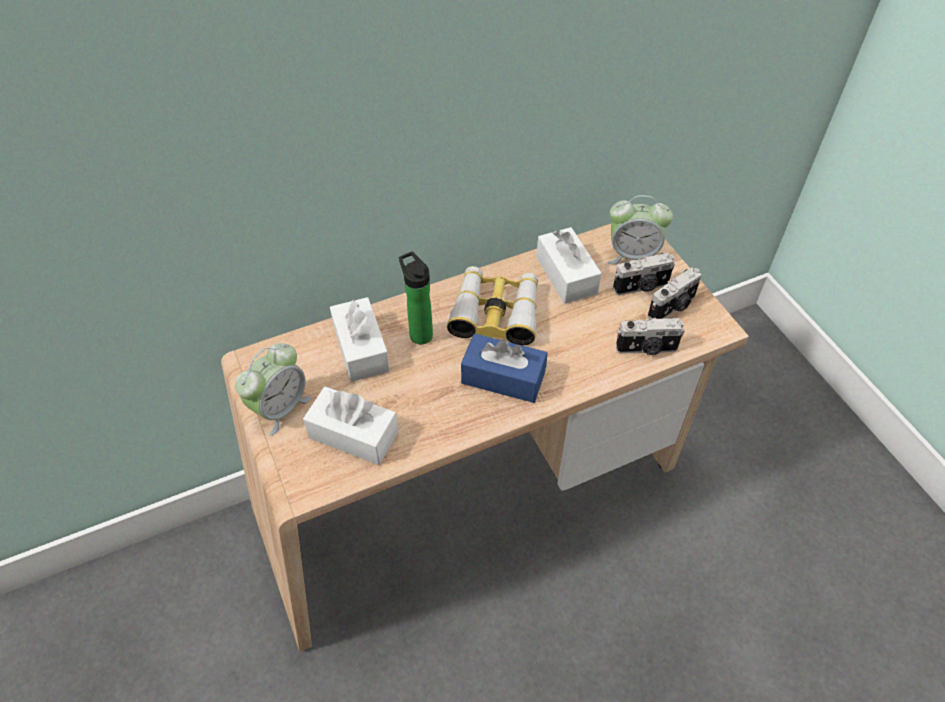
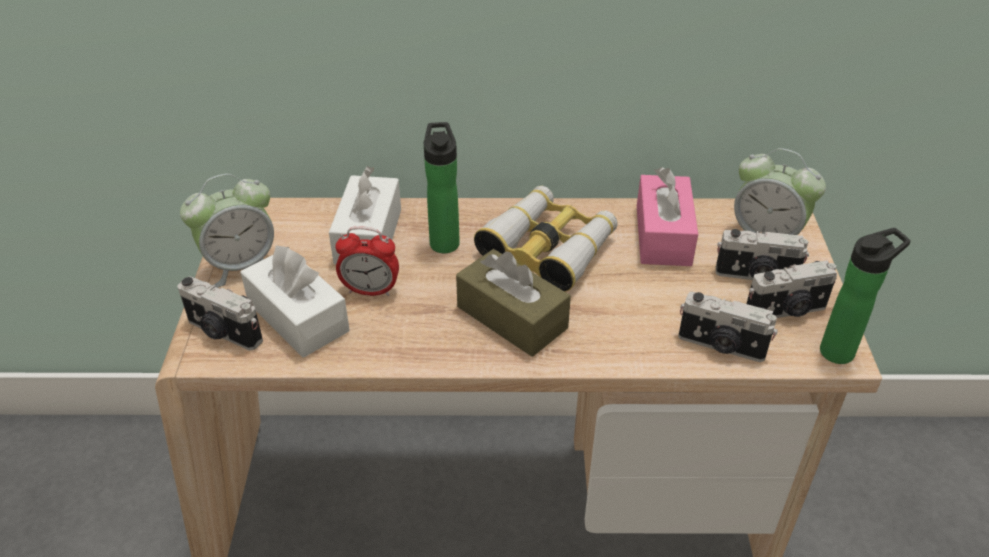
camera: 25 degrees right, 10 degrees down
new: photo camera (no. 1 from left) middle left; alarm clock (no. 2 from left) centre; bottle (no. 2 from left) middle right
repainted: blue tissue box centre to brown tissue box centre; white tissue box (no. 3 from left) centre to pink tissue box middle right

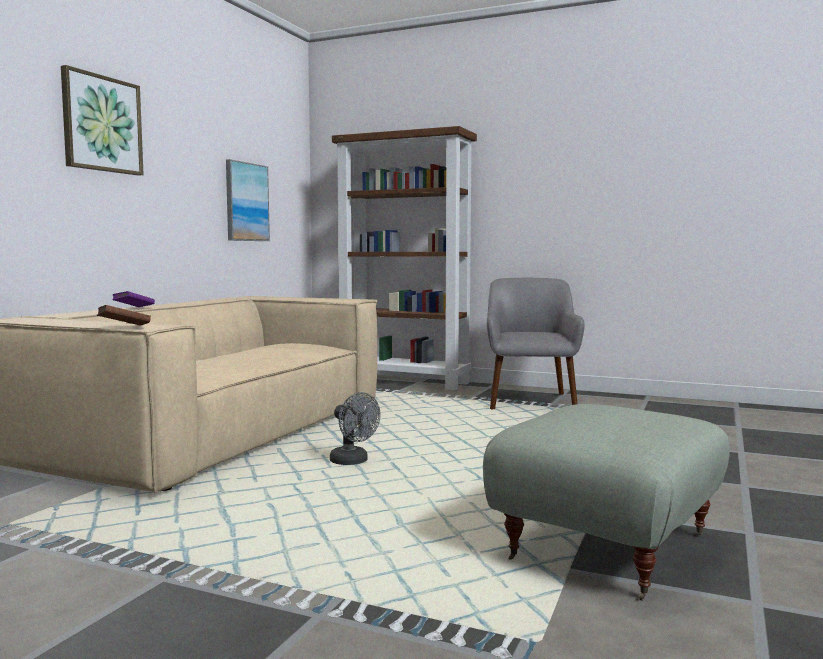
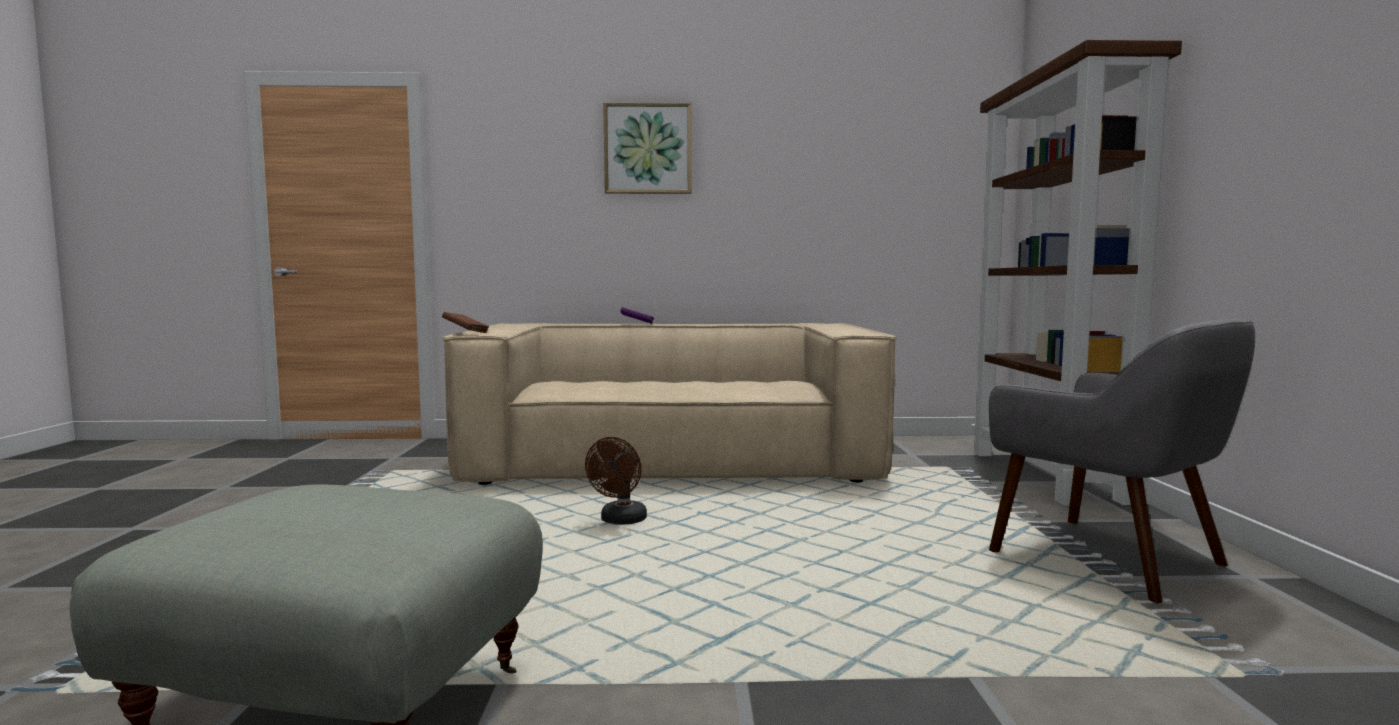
camera: 65 degrees right, 0 degrees up
gone: picture (no. 2 from left) top left
repainted: grey fan centre to brown fan centre
rotated: grey armchair centre = middle right 75 degrees clockwise

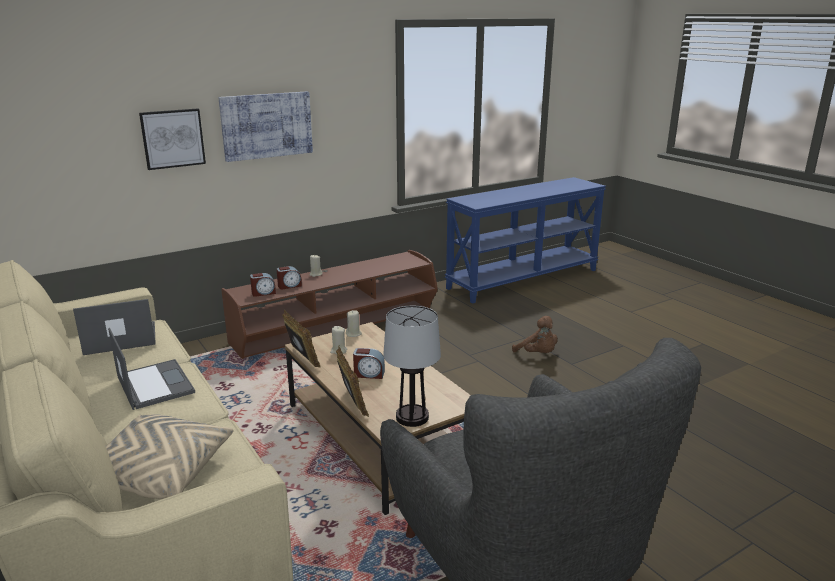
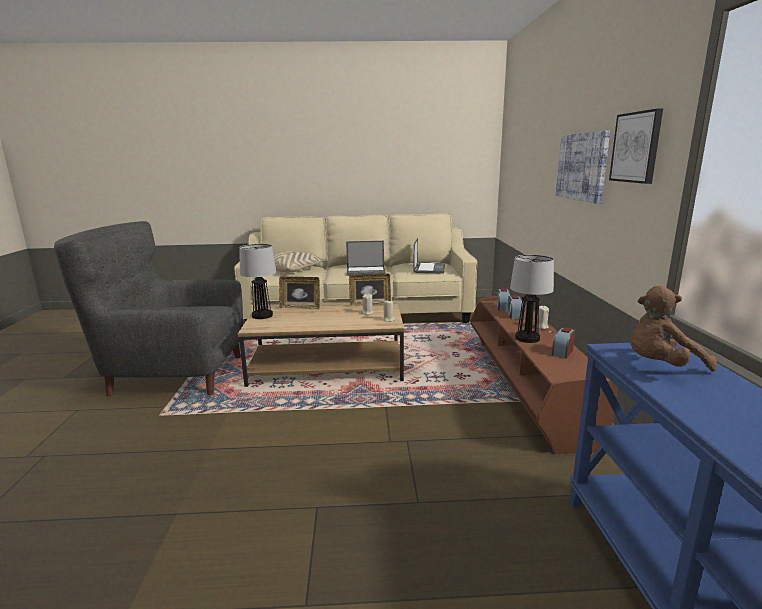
camera: 120 degrees right, 5 degrees down
new: table lamp (no. 2 from left) middle right
shifted: picture (no. 1 from left in the first image) top left to picture (no. 2 from left) top right; alarm clock (no. 3 from left) centre to middle right; brown plush toy centre to middle right

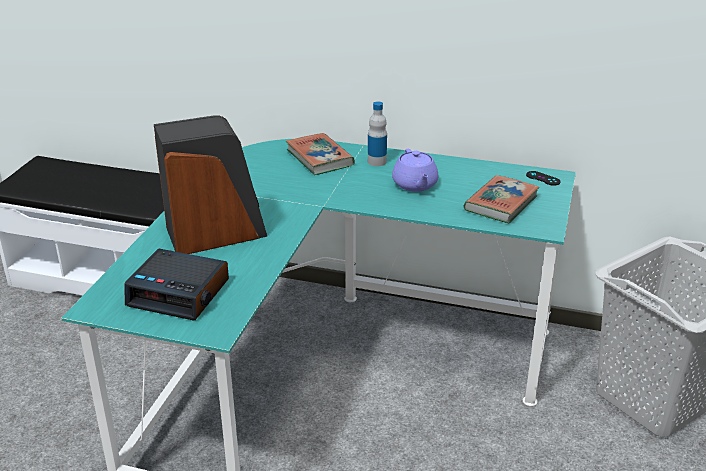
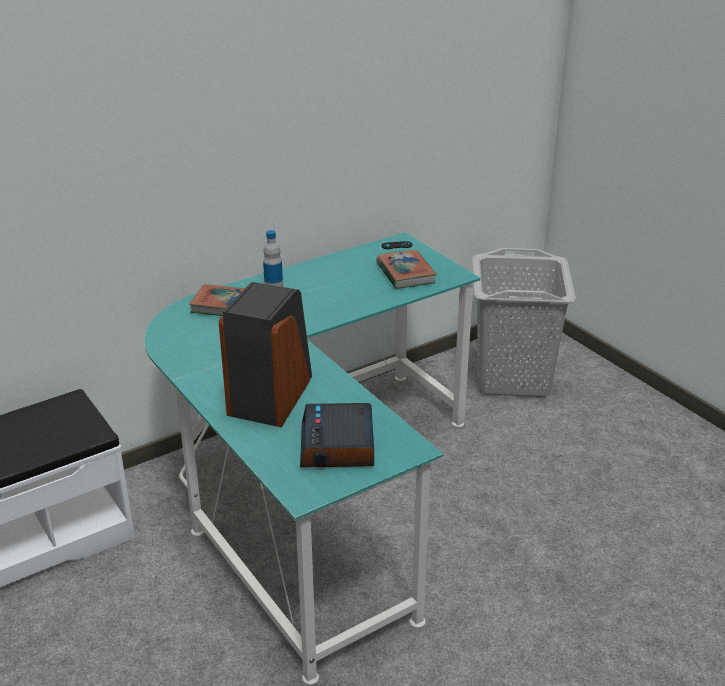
camera: 50 degrees left, 0 degrees up
gone: purple teapot centre
rotated: alarm clock middle left = centre 120 degrees clockwise

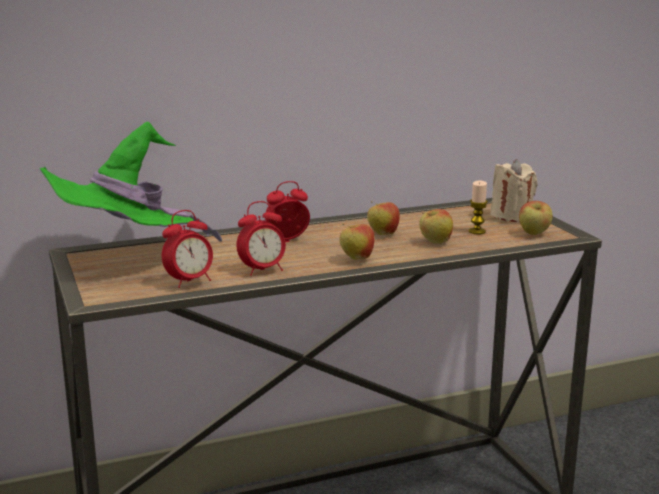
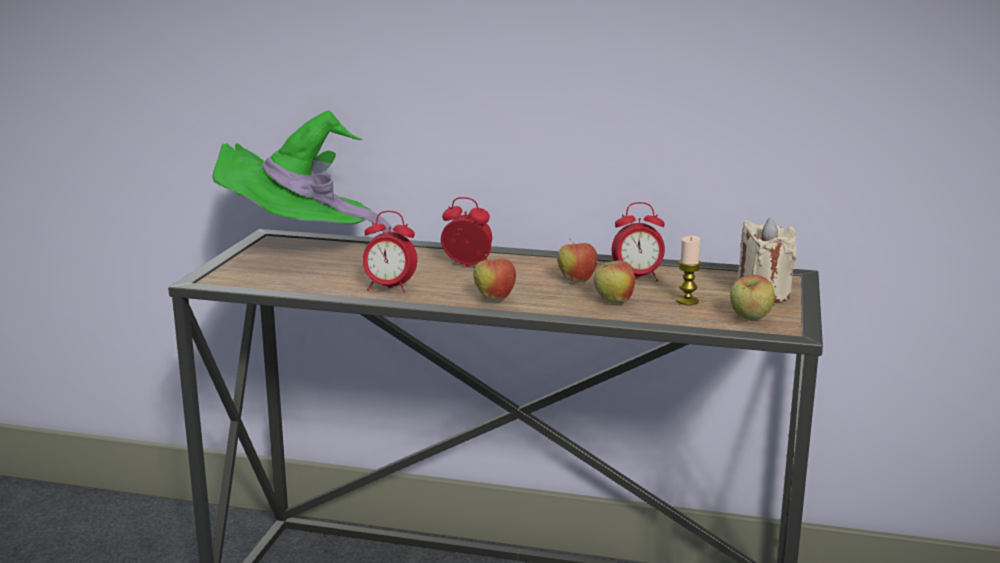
camera: 35 degrees right, 0 degrees up
shifted: alarm clock (no. 1 from left in the first image) middle left to alarm clock (no. 3 from left) centre

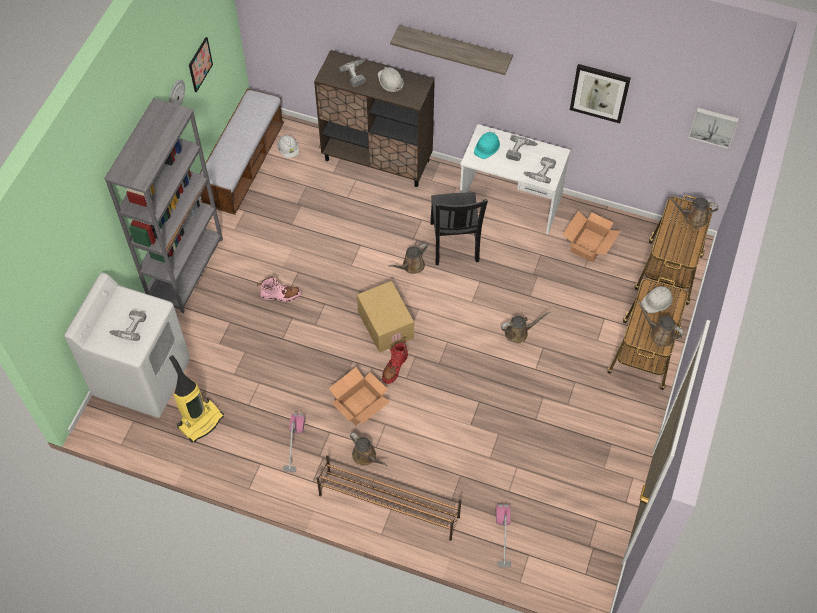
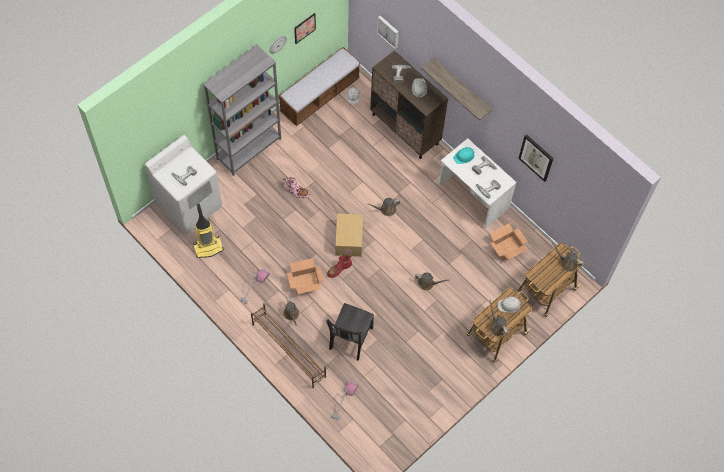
camera: 25 degrees right, 5 degrees up
shifted: black chair centre to bottom centre; picture (no. 3 from left in the first image) top right to picture (no. 2 from left) top centre

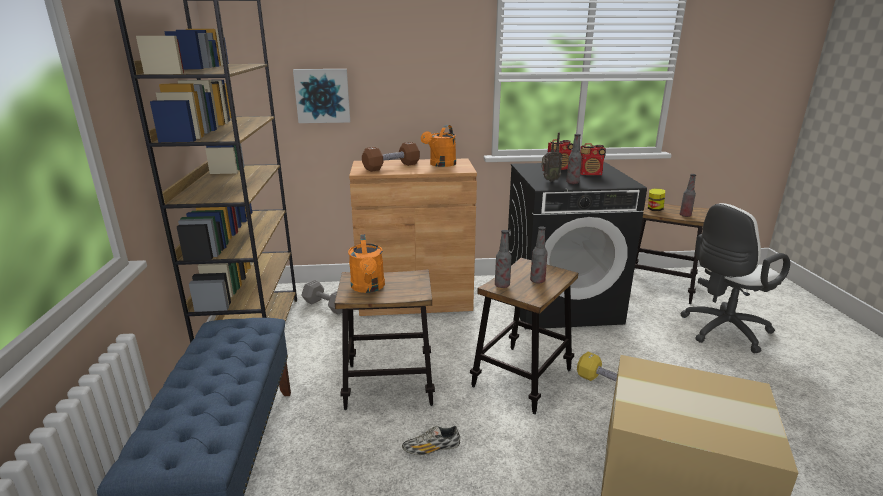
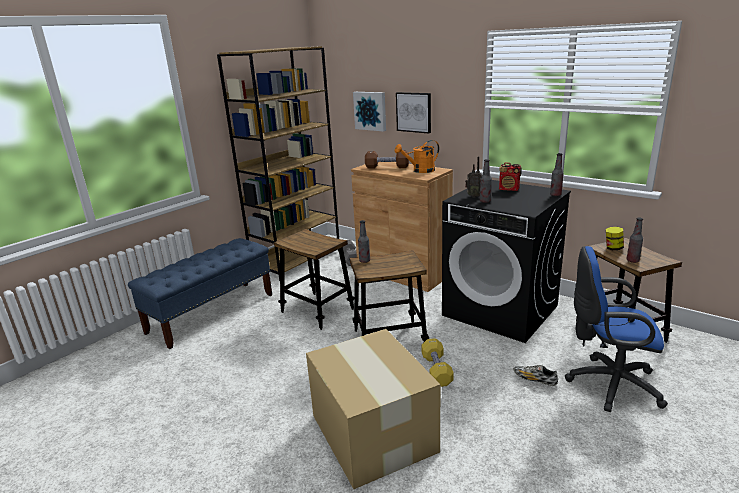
camera: 45 degrees right, 0 degrees up
gone: orange watering can (no. 1 from left) centre; radio (no. 3 from left) top right
new: picture (no. 2 from left) top centre
shifted: shoe bottom centre to bottom right; bottle (no. 2 from left in the first image) centre to bottle (no. 3 from left) middle right
repainted: white office chair middle right to blue office chair bottom right

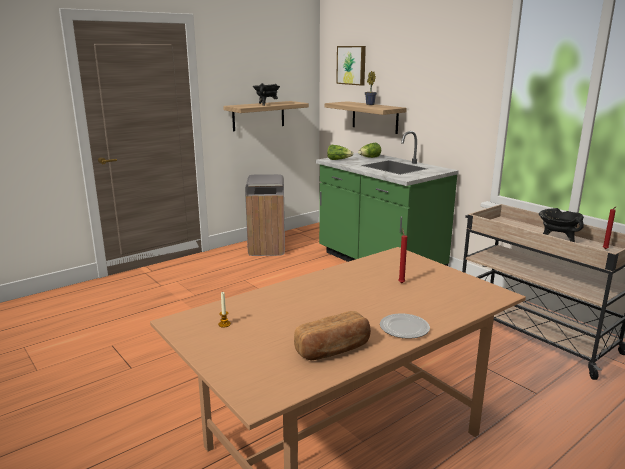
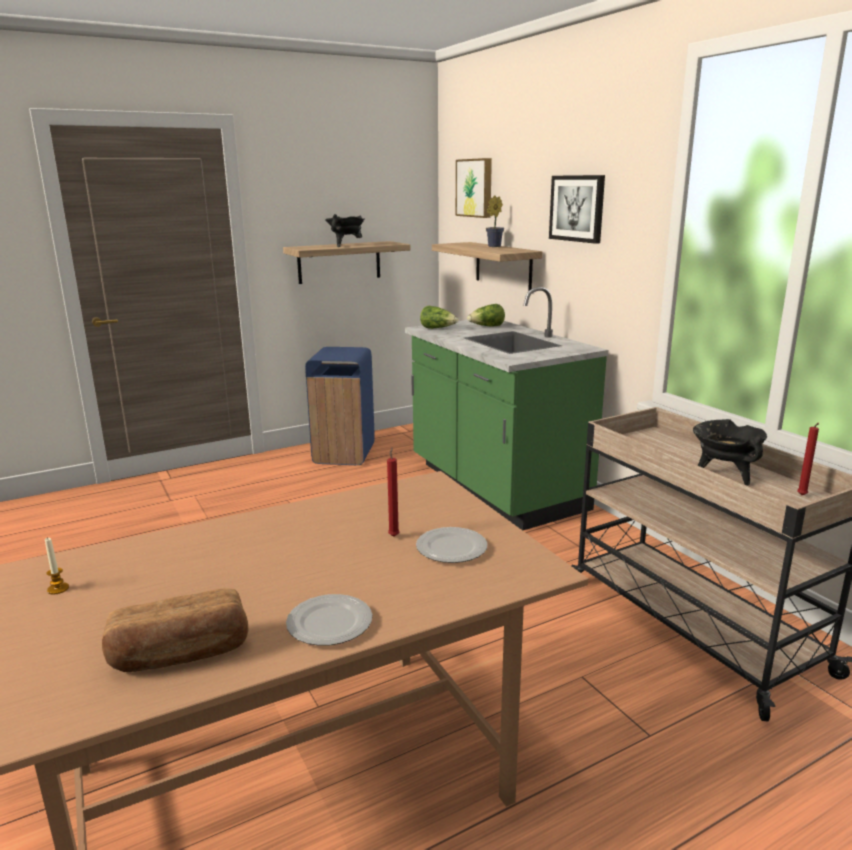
camera: 10 degrees right, 0 degrees up
new: plate (no. 2 from left) centre; picture (no. 2 from left) top right
repainted: grey trash can centre to blue trash can centre

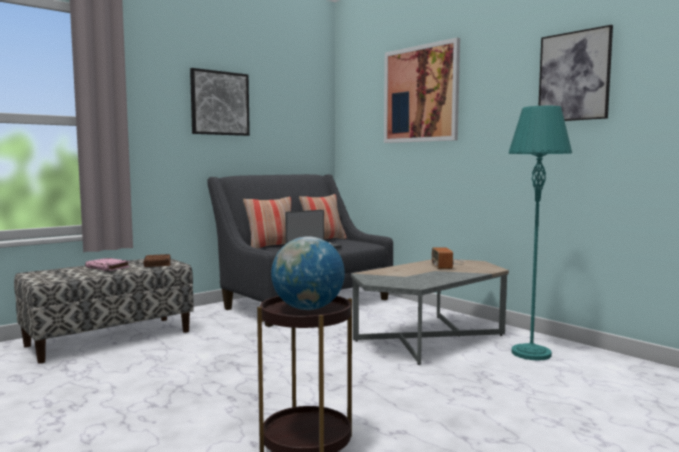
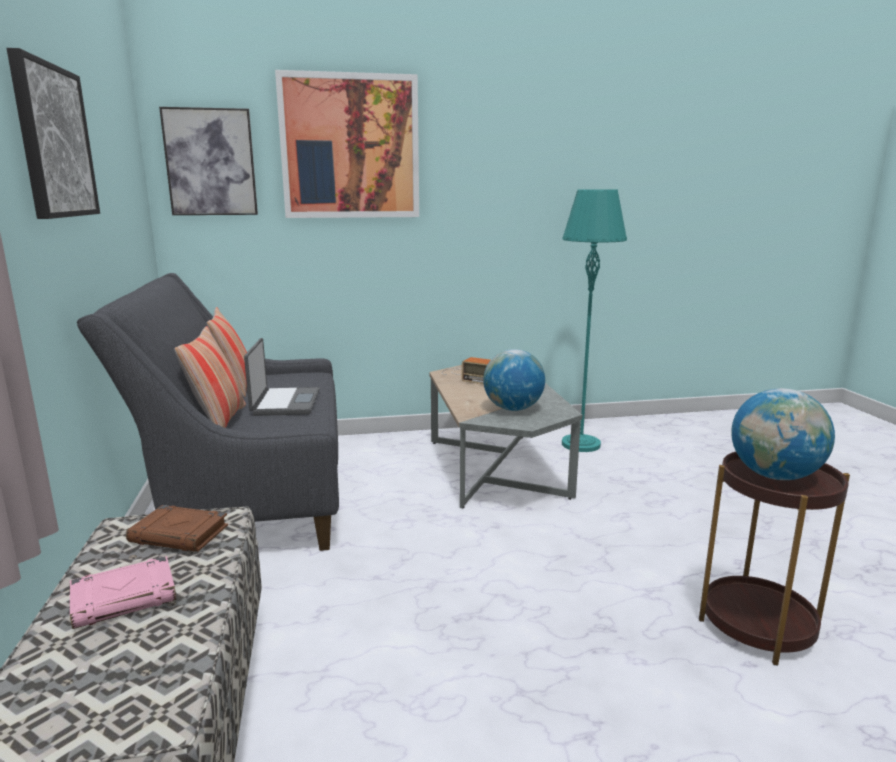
camera: 60 degrees left, 10 degrees up
new: globe (no. 1 from left) centre
shifted: picture (no. 3 from left in the first image) top right to picture (no. 2 from left) top left

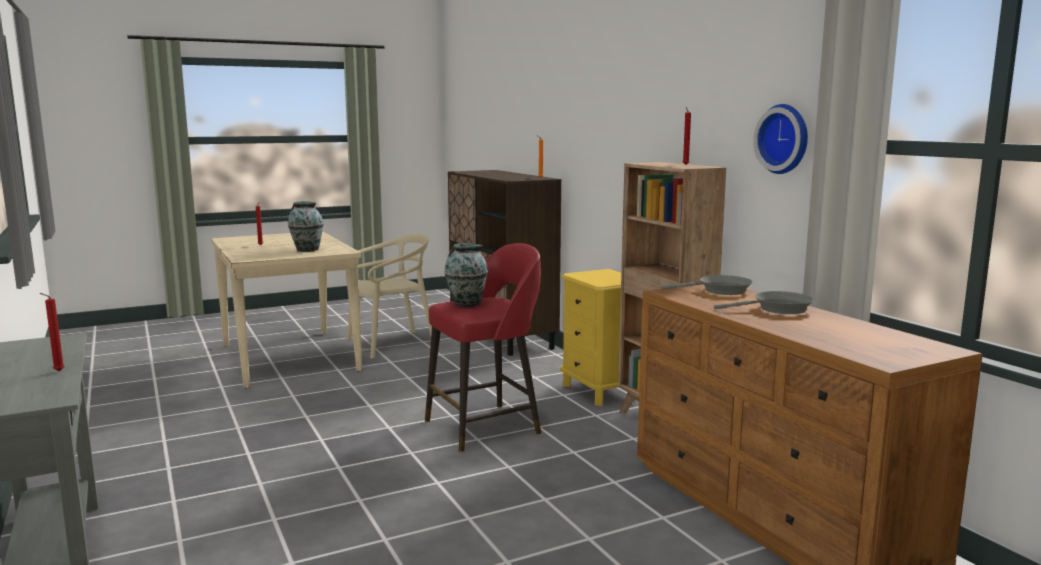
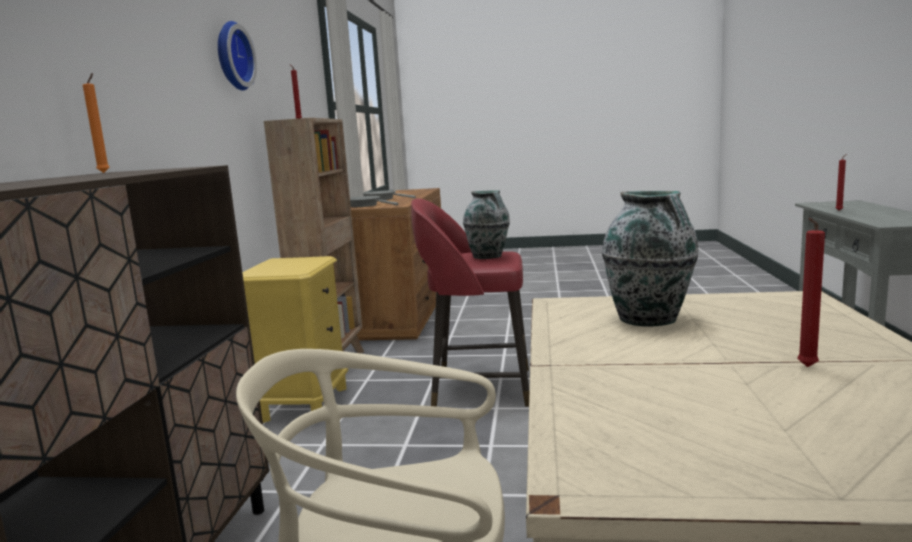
camera: 145 degrees left, 0 degrees up
shifted: wall clock top right to top left

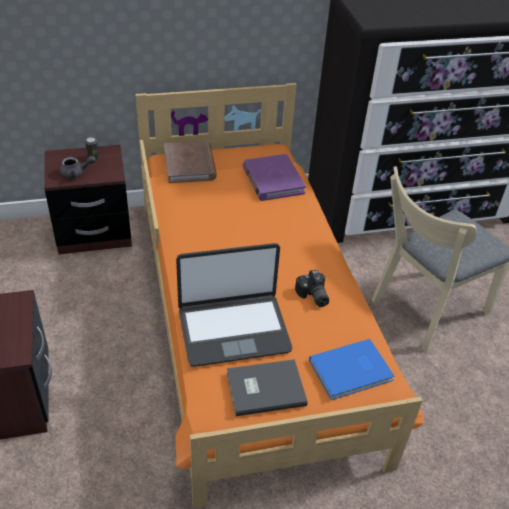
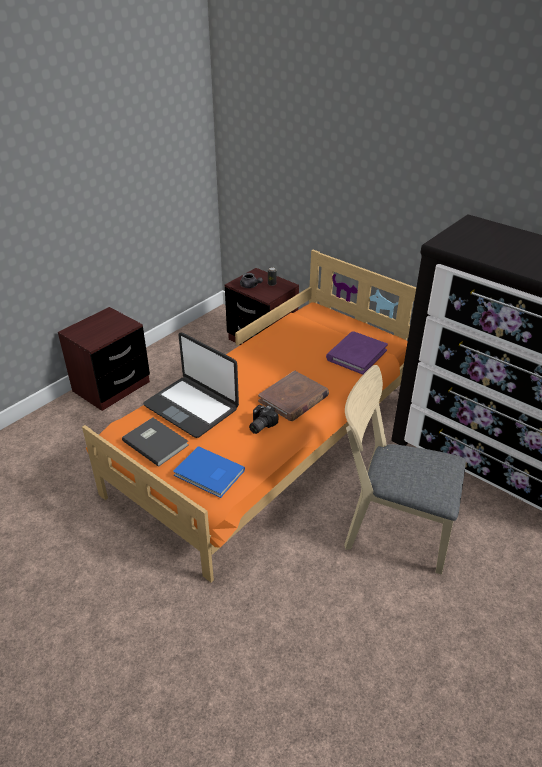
camera: 55 degrees right, 5 degrees down
shifted: brown book top centre to centre

